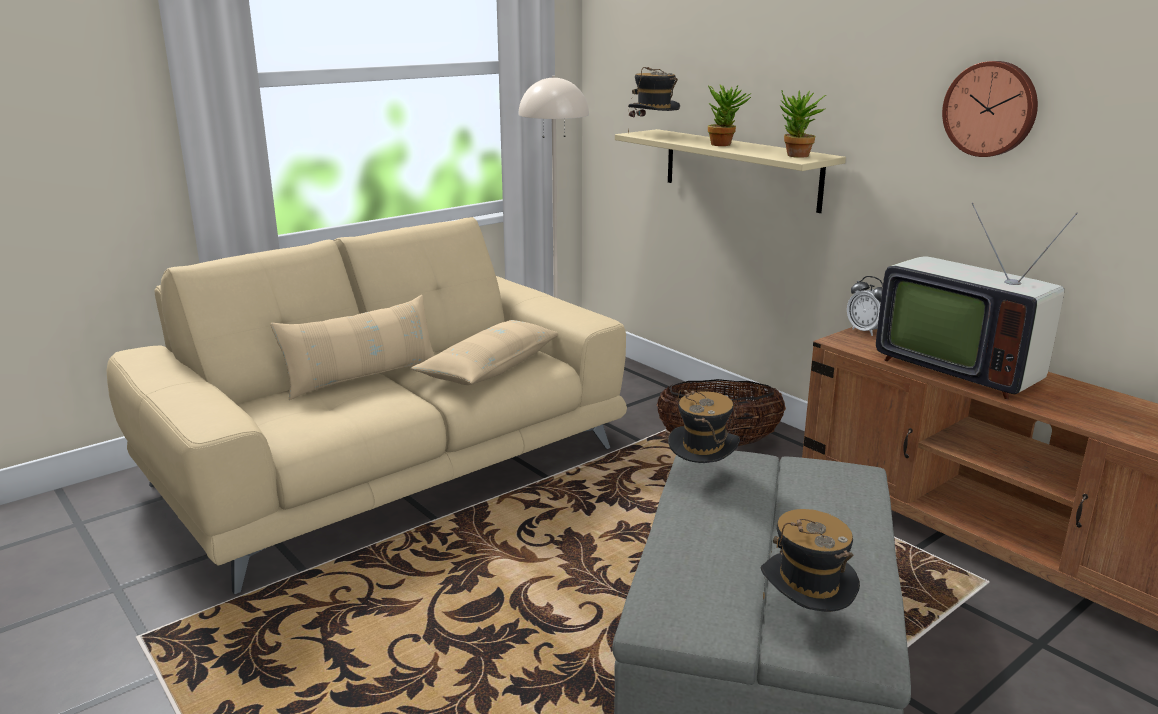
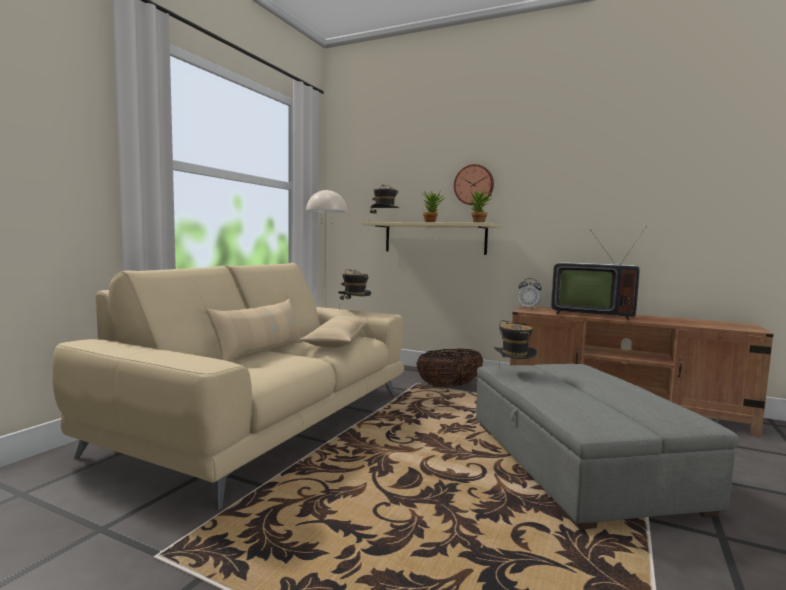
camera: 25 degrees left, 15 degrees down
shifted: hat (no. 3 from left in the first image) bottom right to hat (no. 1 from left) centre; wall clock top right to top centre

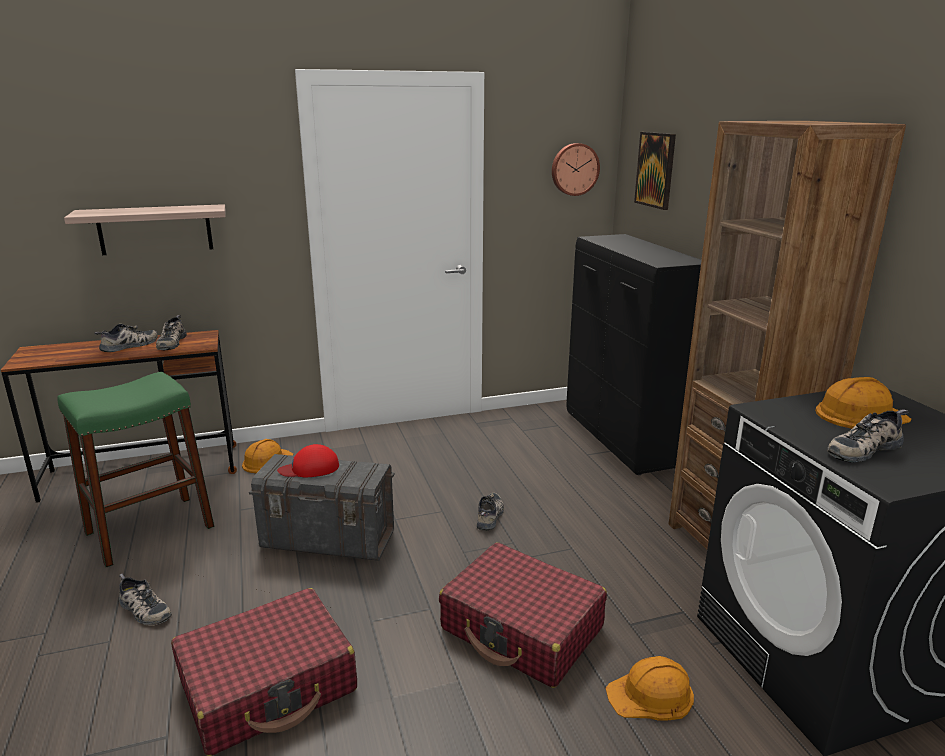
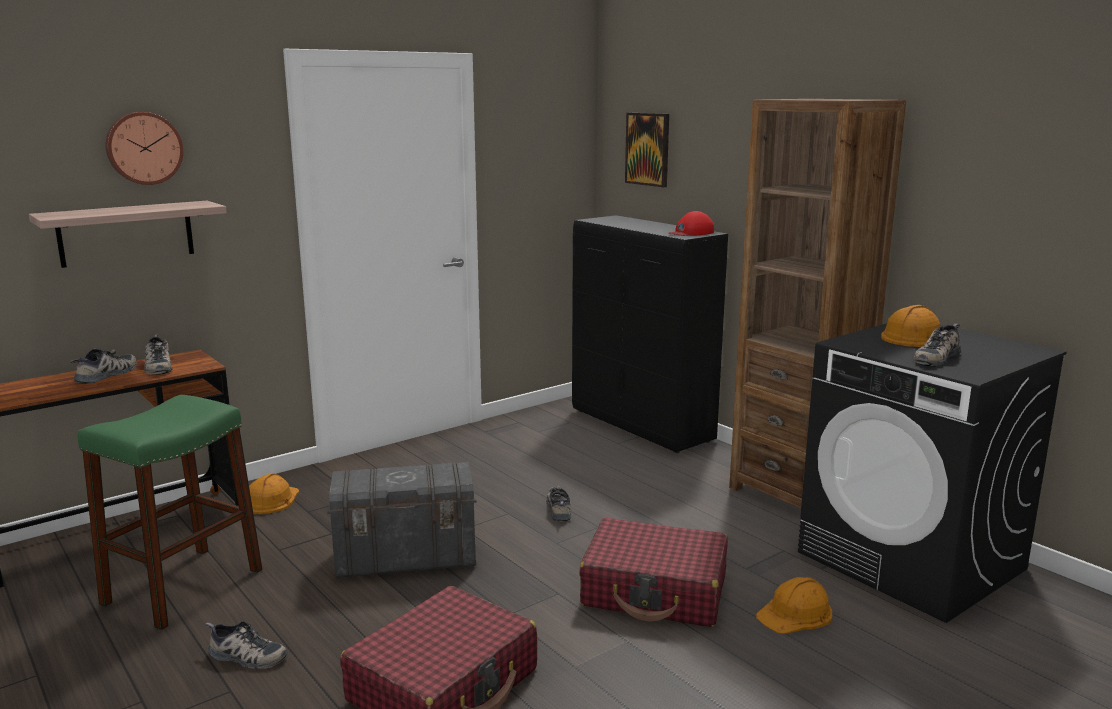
camera: 20 degrees left, 5 degrees down
shifted: red cap middle left to top centre; wall clock top centre to top left

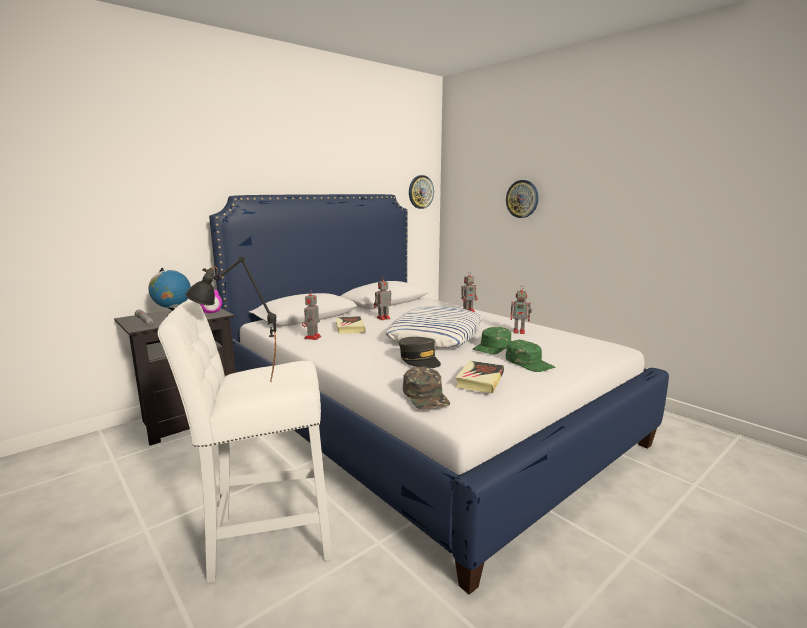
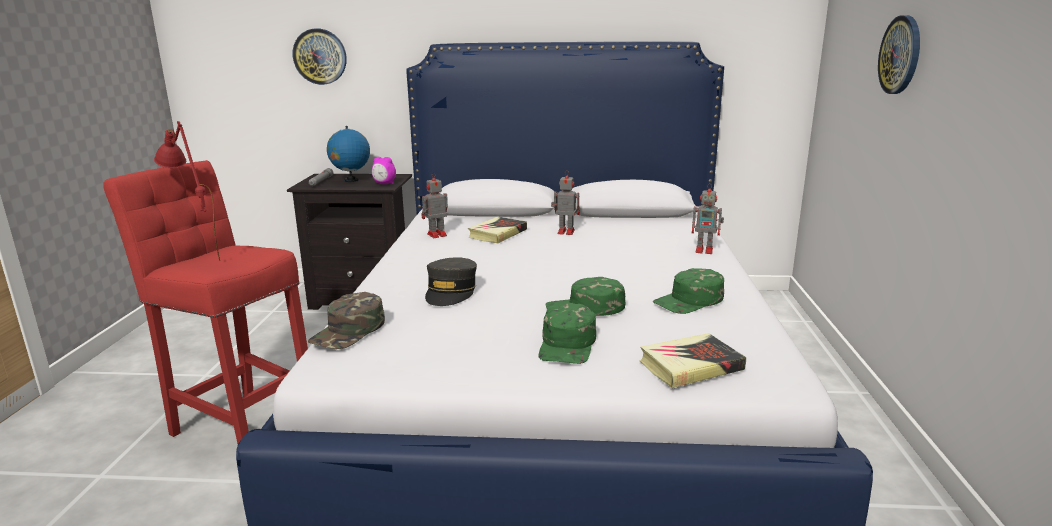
camera: 45 degrees right, 5 degrees up
gone: pillow centre
shifted: wall clock (no. 1 from left) top centre to top left; book (no. 2 from left) centre to bottom centre
swapped: toy robot (no. 4 from left) centre to green cap (no. 4 from left) centre
repainted: white stool bottom left to red stool middle left; black table lamp middle left to red table lamp middle left

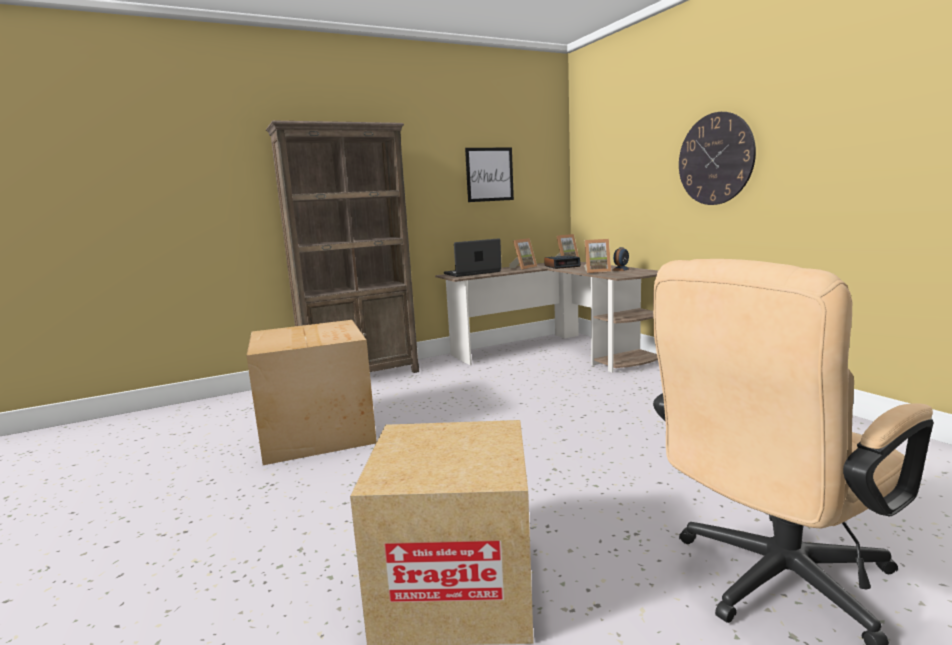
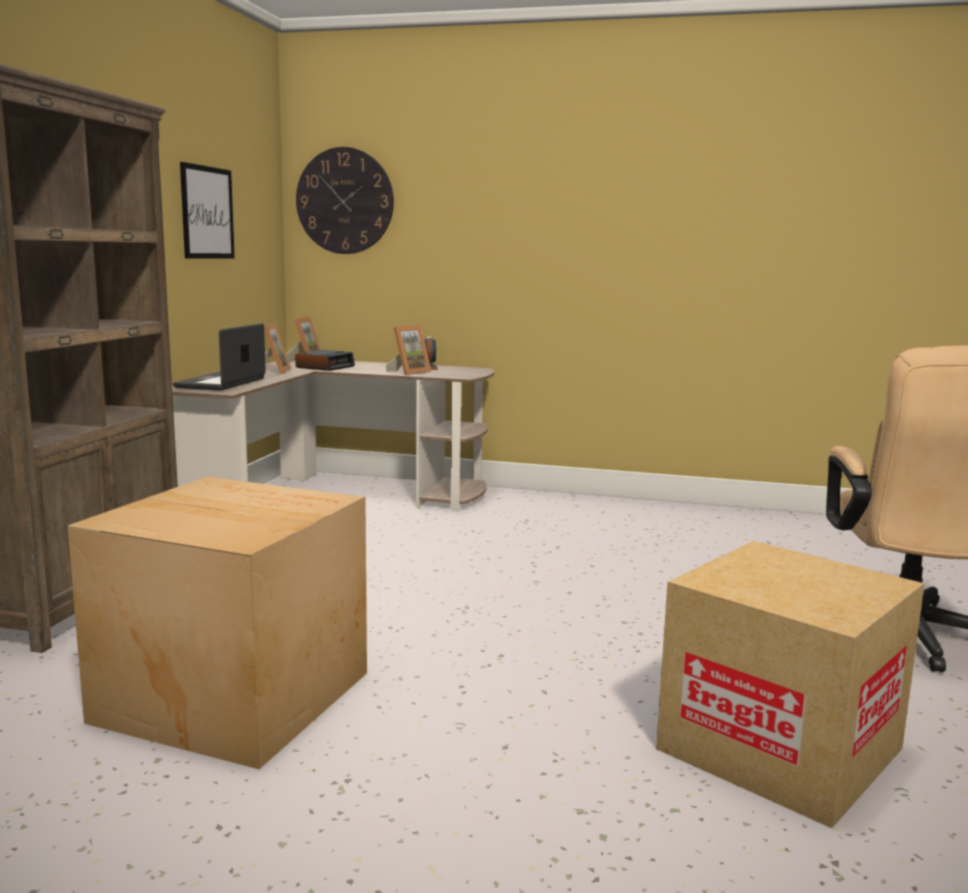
camera: 50 degrees left, 0 degrees up
shifted: wall clock top right to top centre

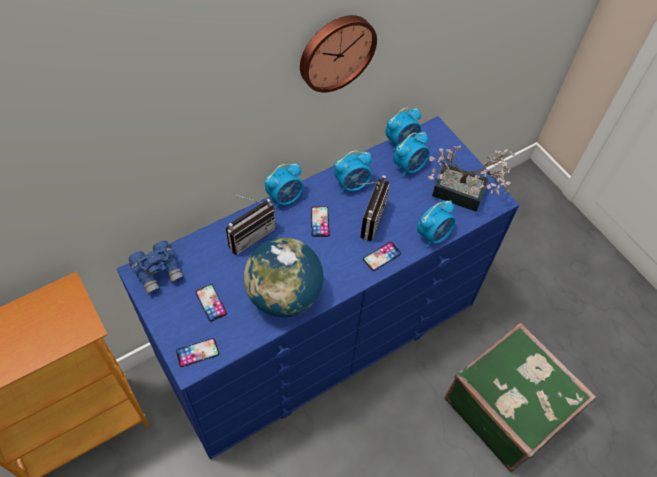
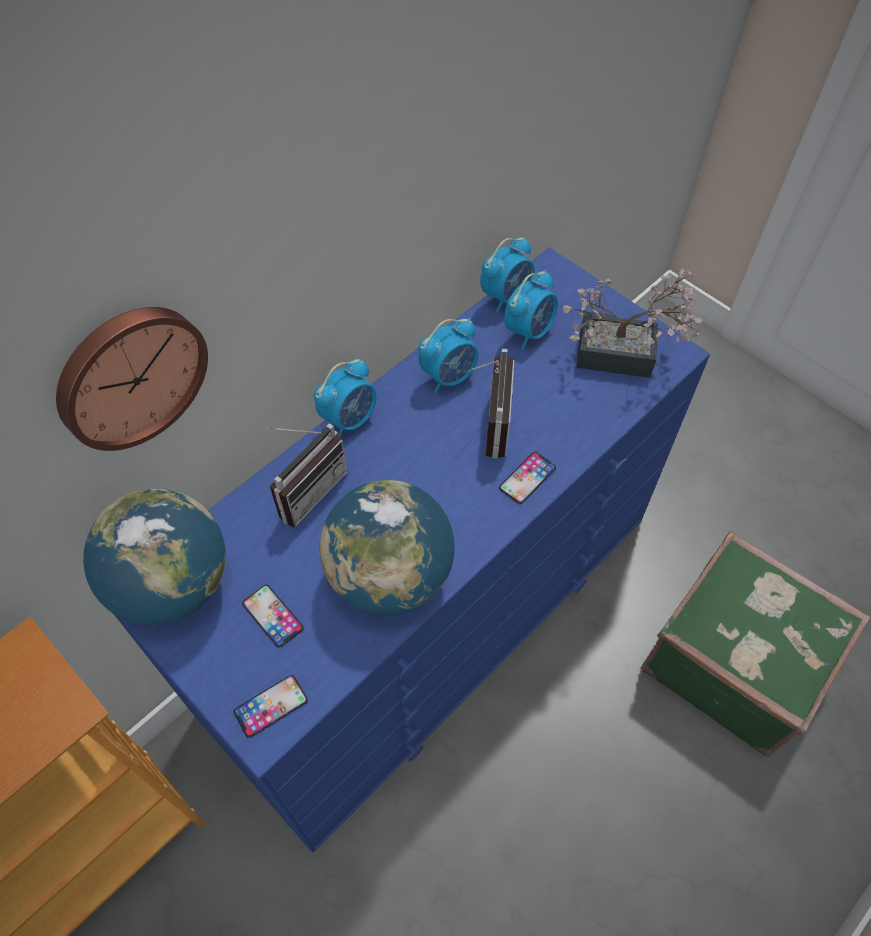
camera: 10 degrees left, 0 degrees up
gone: phone (no. 3 from left) centre; alarm clock (no. 5 from left) centre
shifted: wall clock top centre to middle left
swapped: blue binoculars middle left to globe (no. 1 from left) middle left

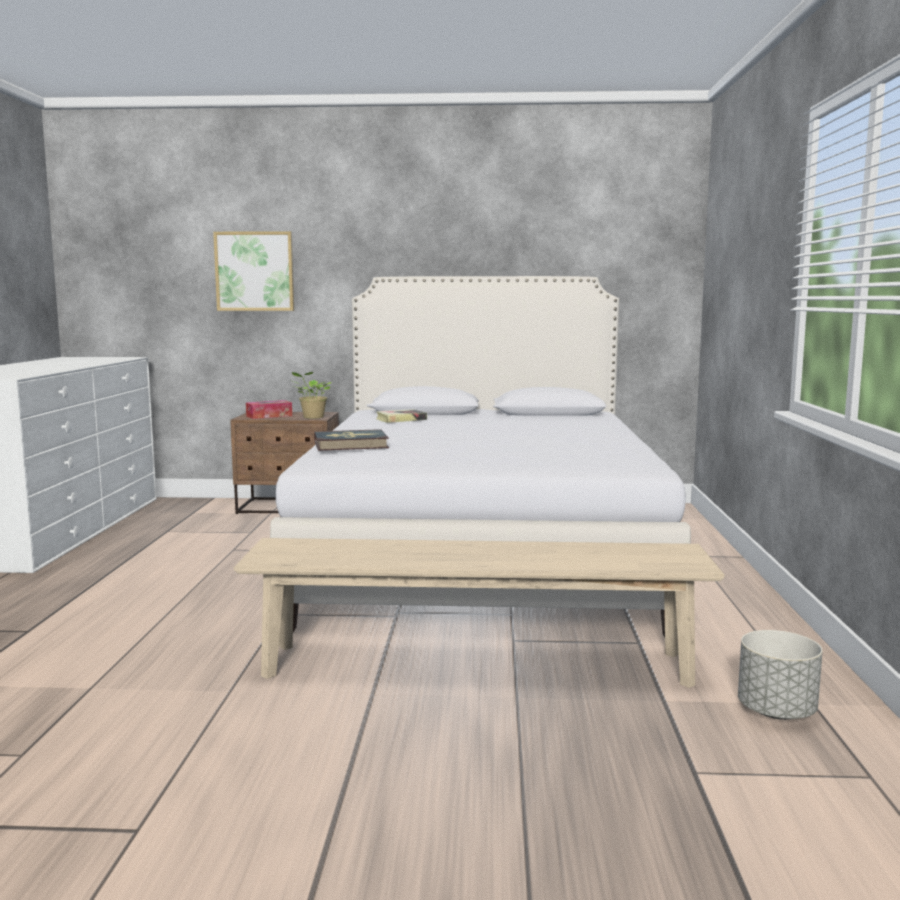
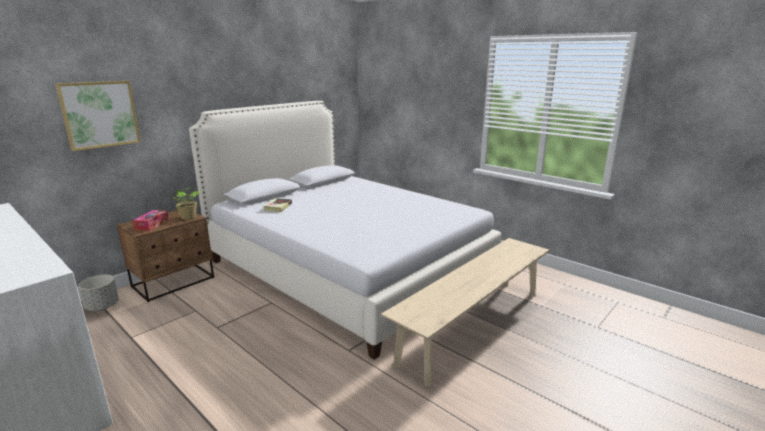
camera: 50 degrees left, 10 degrees up
gone: book (no. 1 from left) centre
shifted: grey planter bottom right to bottom left

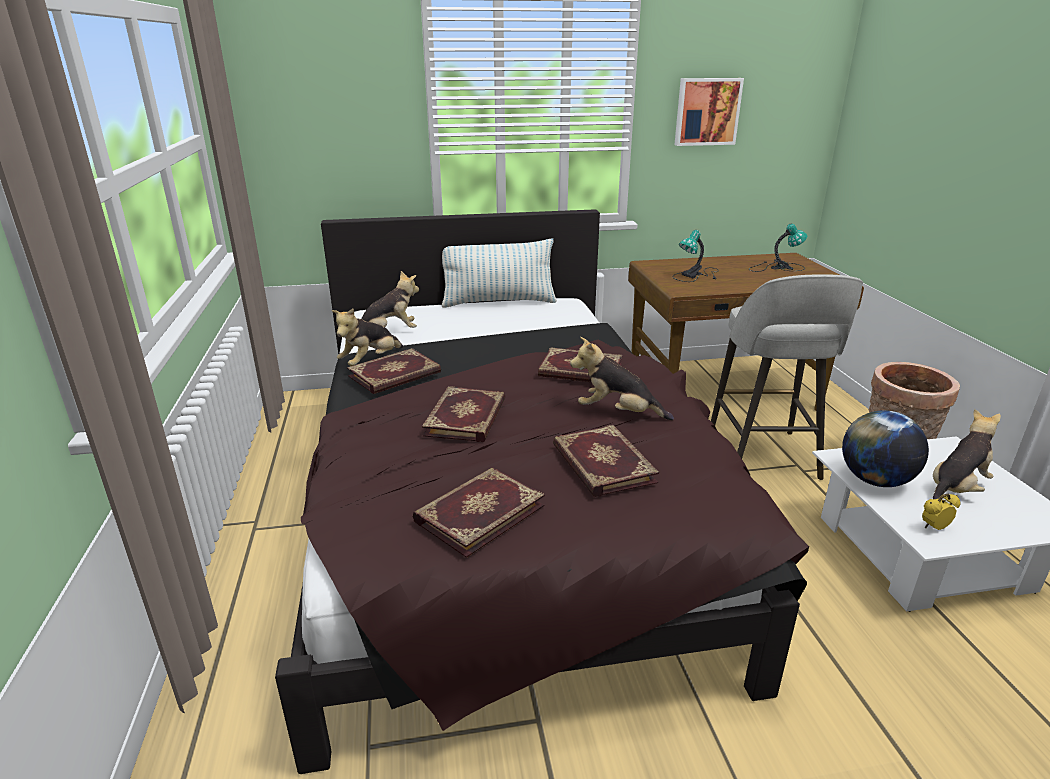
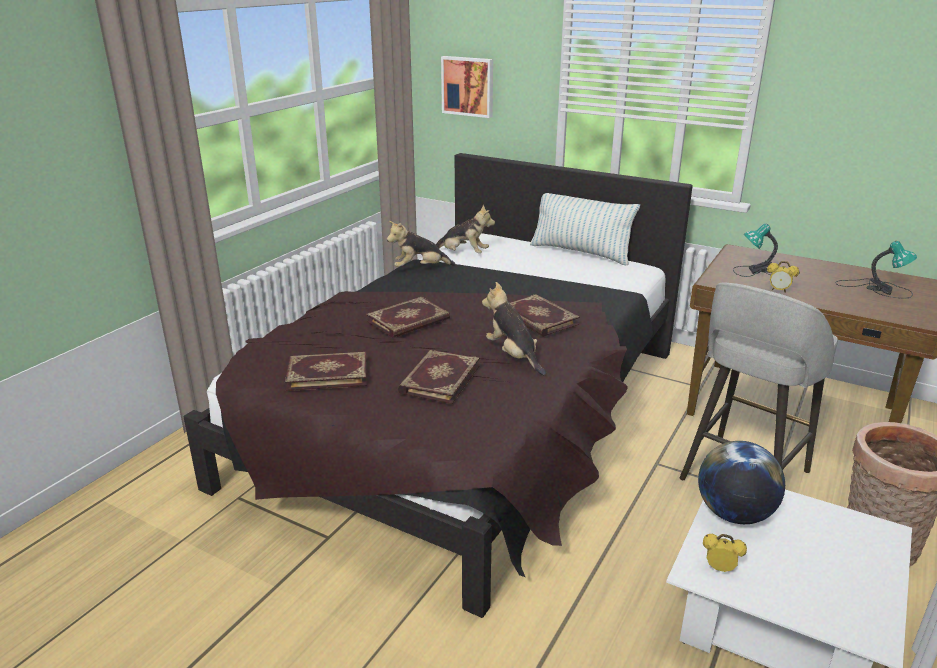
camera: 40 degrees right, 0 degrees up
gone: book (no. 1 from left) centre; plush toy (no. 4 from left) middle right
new: alarm clock (no. 2 from left) middle right
shifted: picture top right to top centre

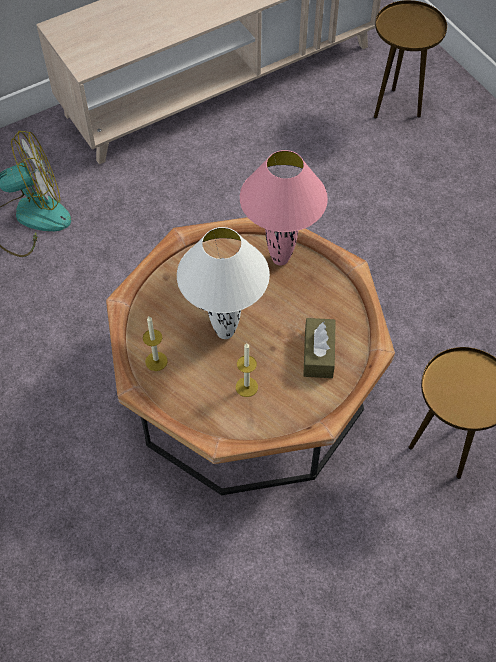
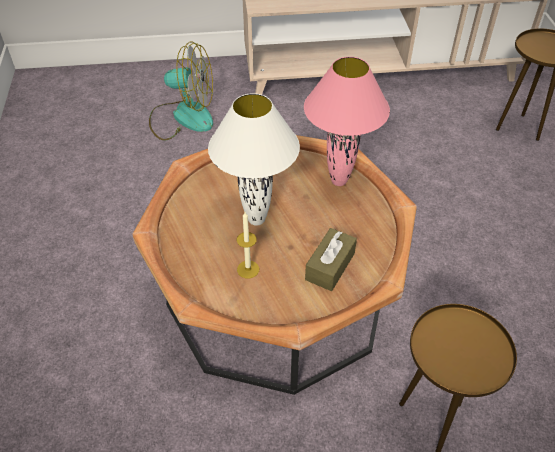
camera: 25 degrees right, 10 degrees down
gone: candle (no. 1 from left) middle left

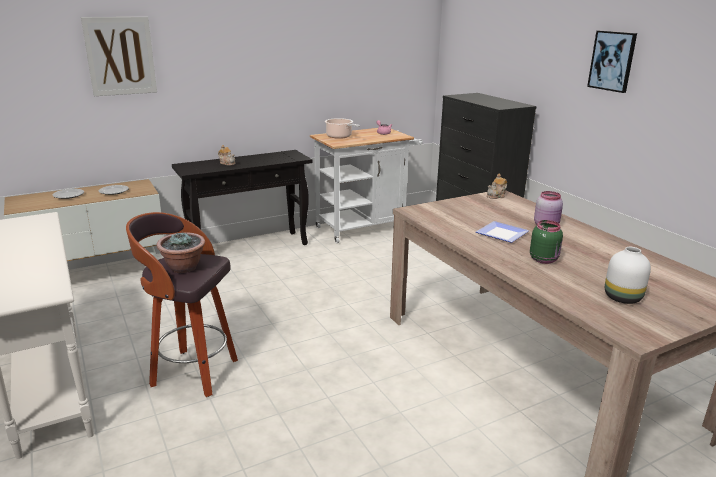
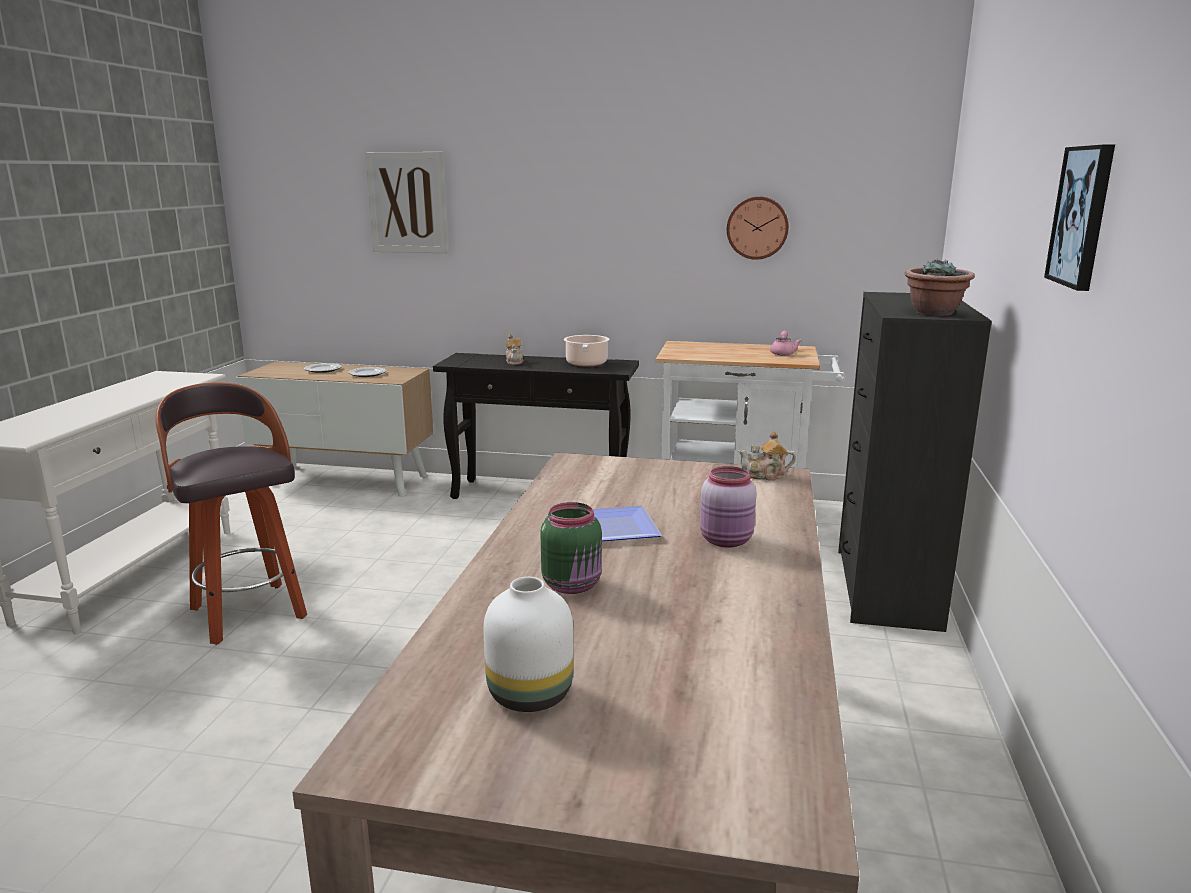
camera: 40 degrees right, 5 degrees down
new: wall clock top centre
shifted: potted plant middle left to top right; cooking pot top centre to centre

